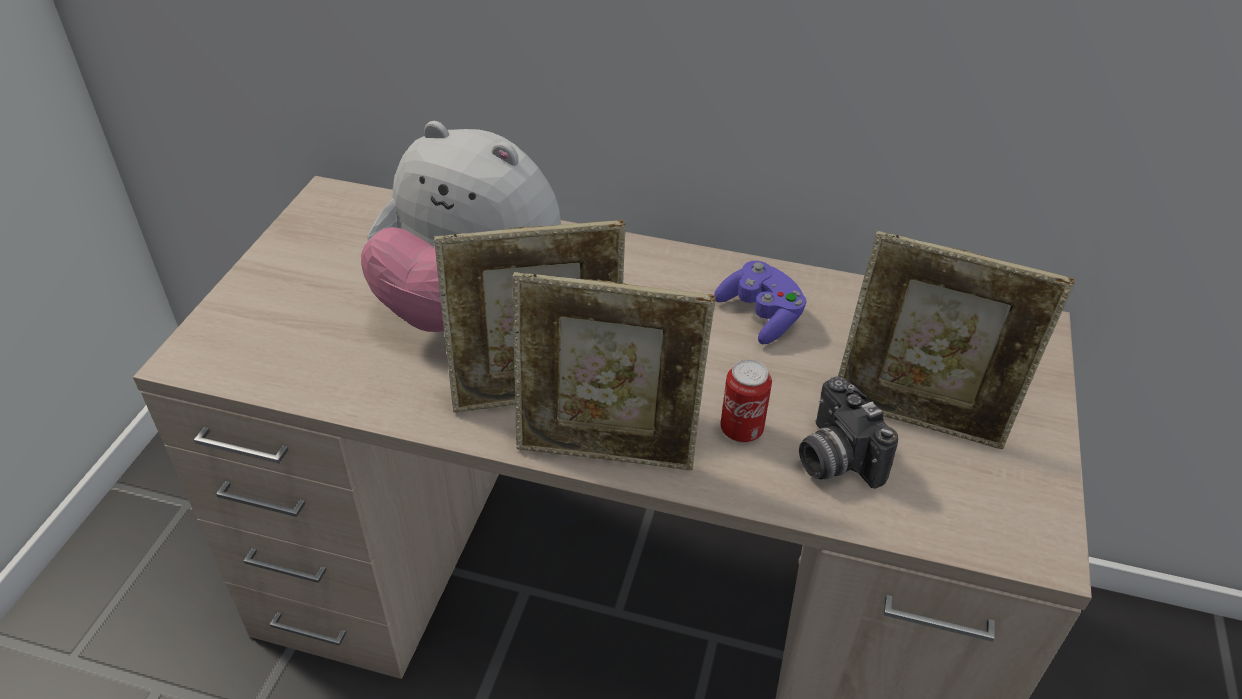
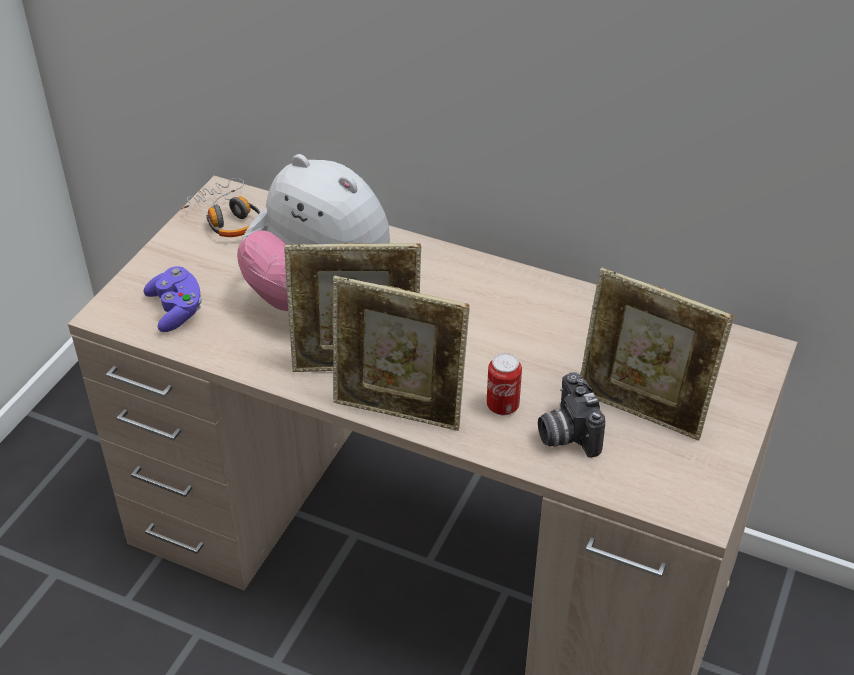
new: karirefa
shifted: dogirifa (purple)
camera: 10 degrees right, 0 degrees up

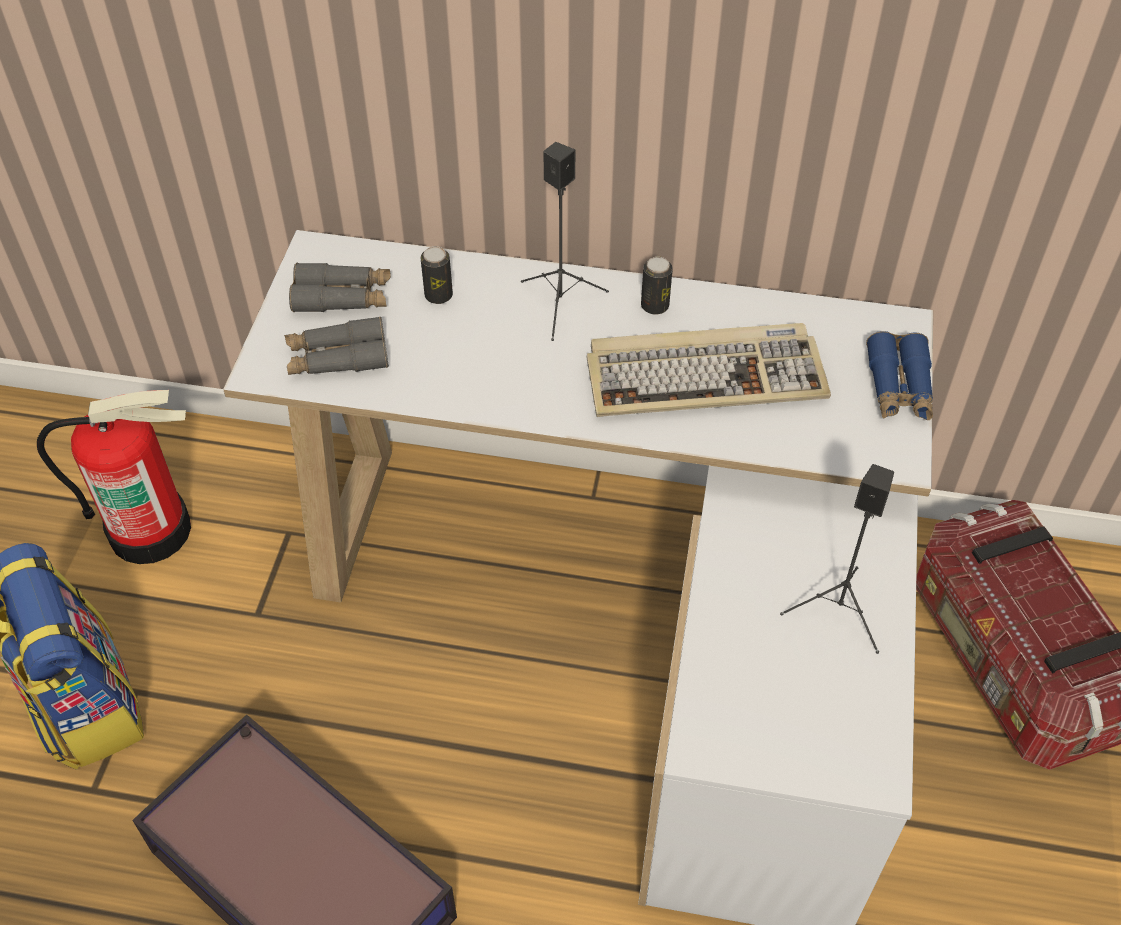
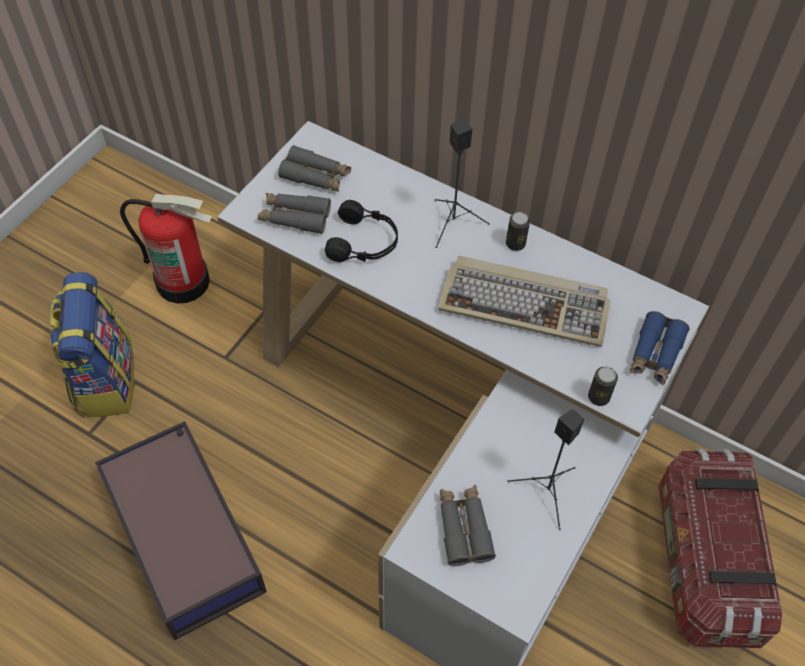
new: karirefa (black); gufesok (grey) (no. 3 from left)
shifted: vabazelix (no. 1 from left in the first image) to vabazelix (no. 2 from left)
camera: 20 degrees right, 5 degrees up

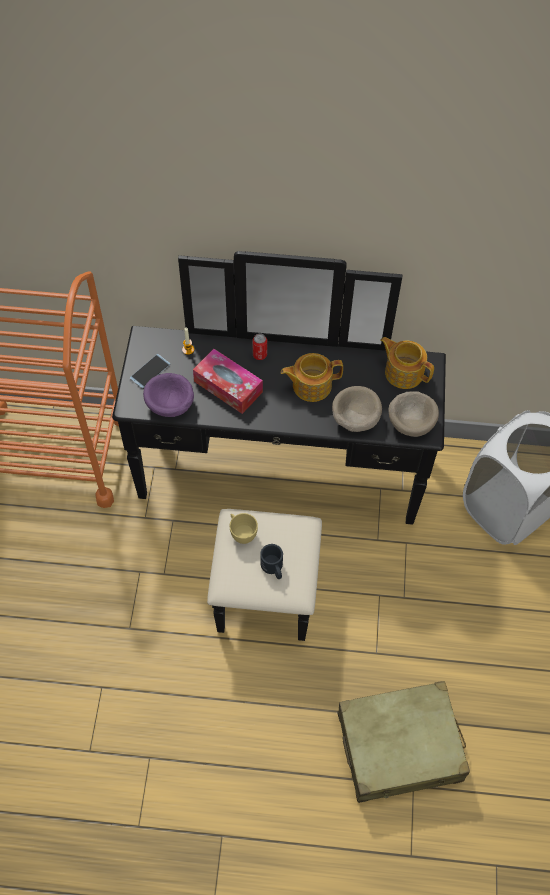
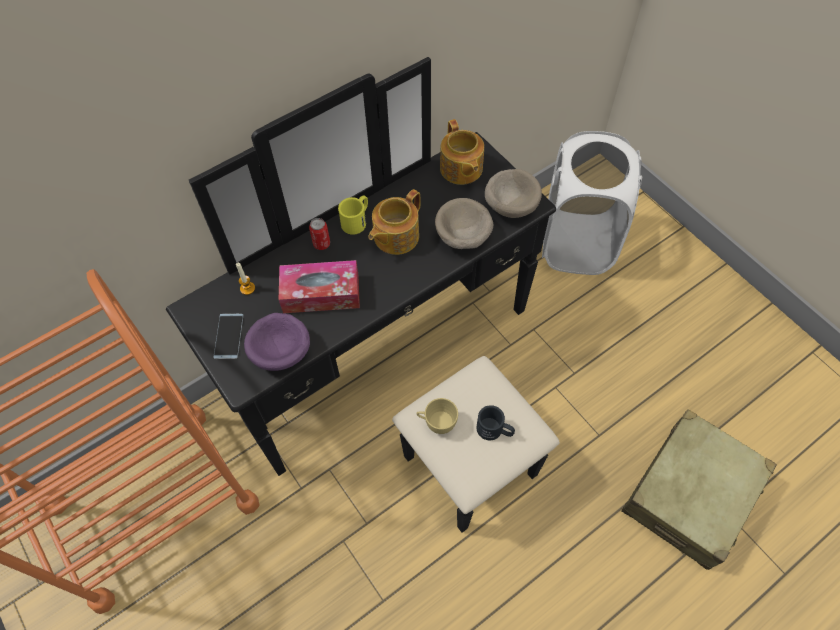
new: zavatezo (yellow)
rotated: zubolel (no. 2 from left) 105 degrees counterclockwise
camera: 40 degrees left, 0 degrees up

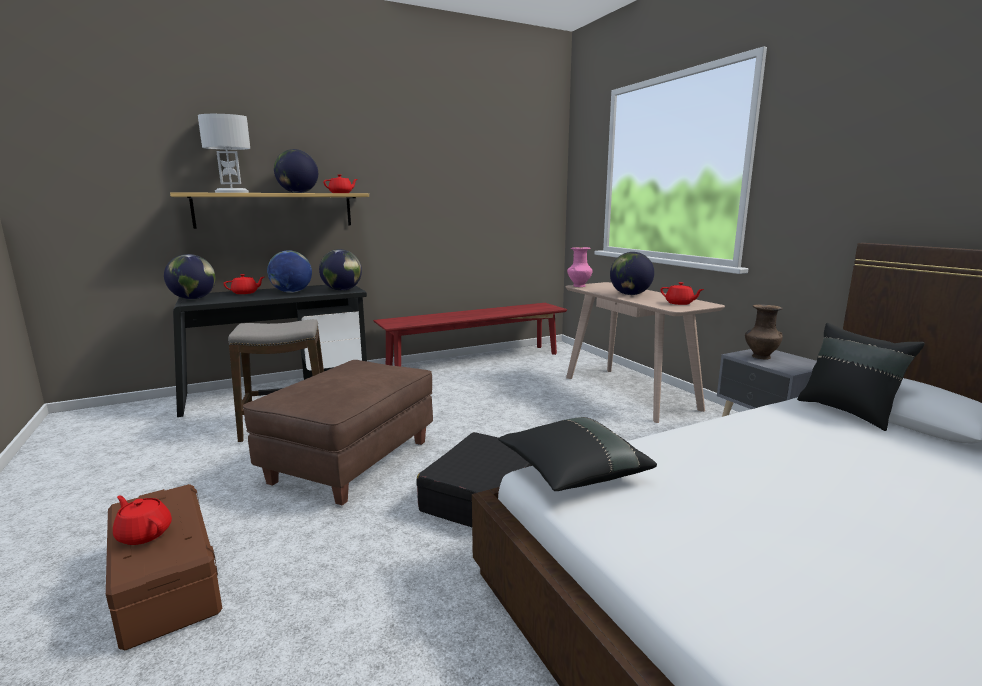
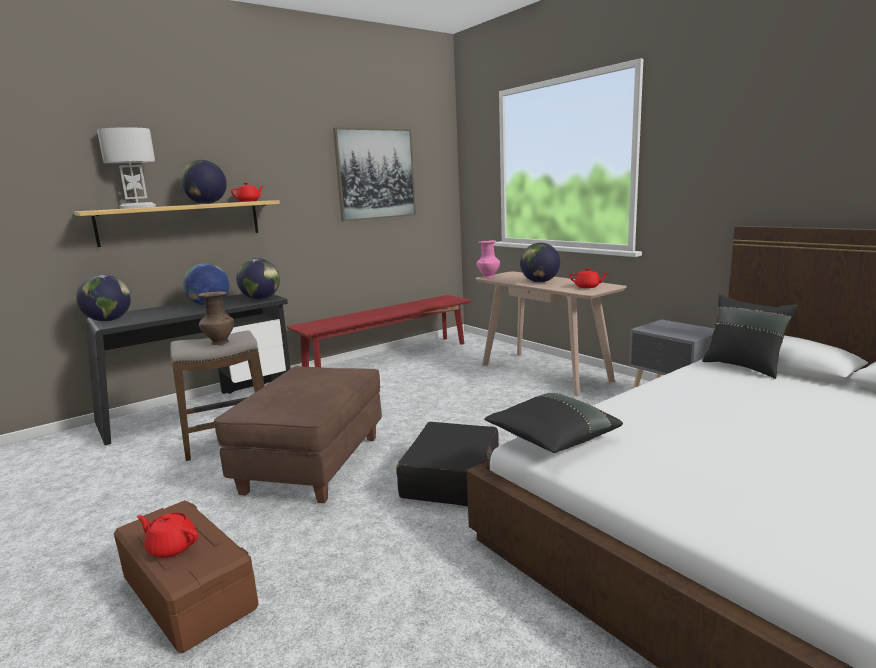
gone: zubolel (red) (no. 2 from left)
new: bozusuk
shifted: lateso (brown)
camera: 10 degrees left, 0 degrees up

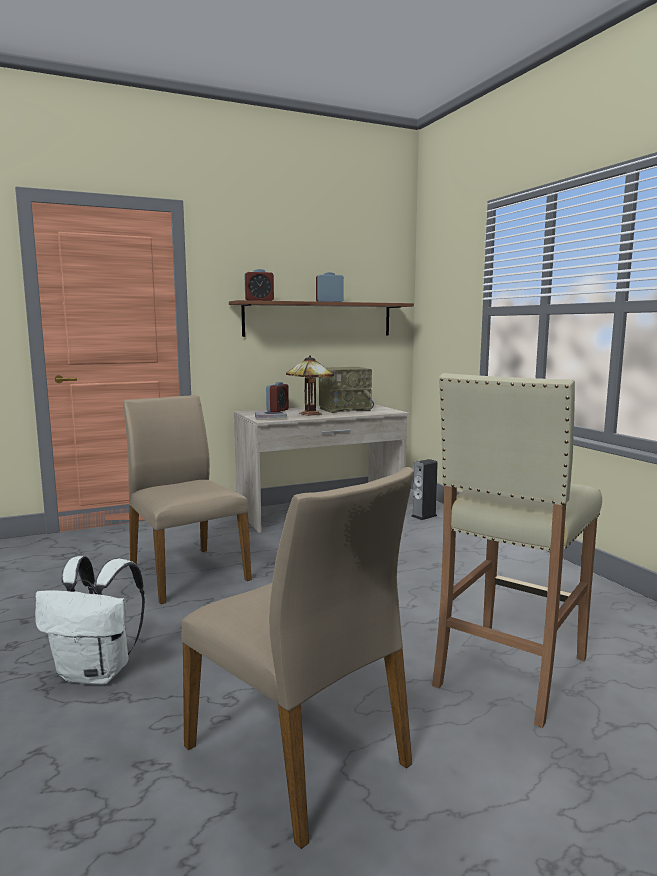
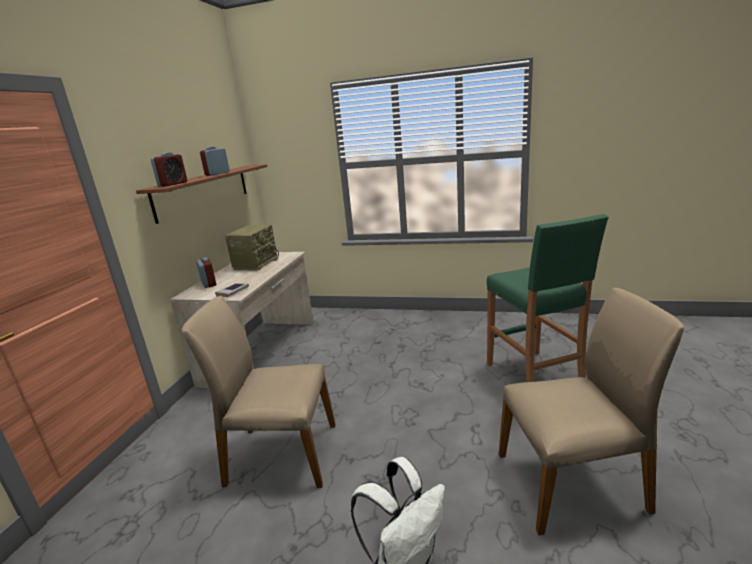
gone: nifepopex; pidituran
repainted: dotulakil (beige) to dotulakil (green)
camera: 50 degrees left, 10 degrees up

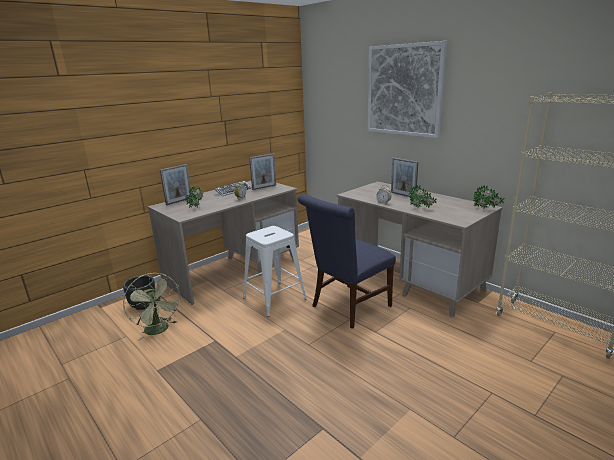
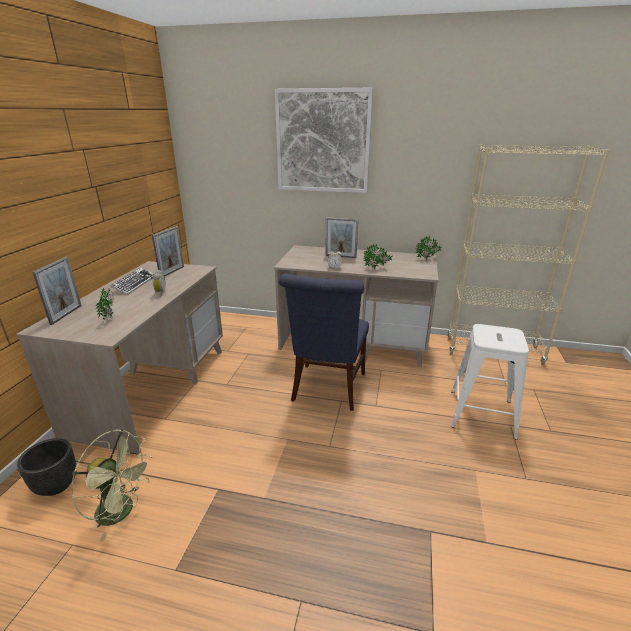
shifted: dotulakil (white)
camera: 35 degrees left, 5 degrees up

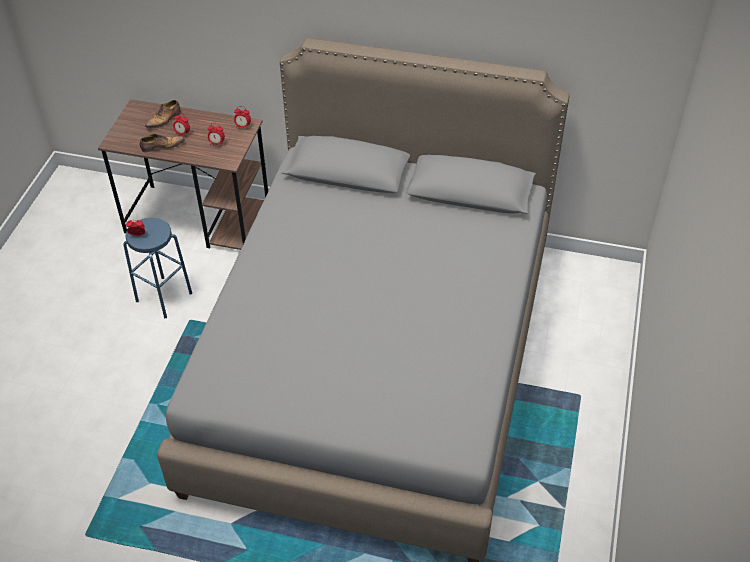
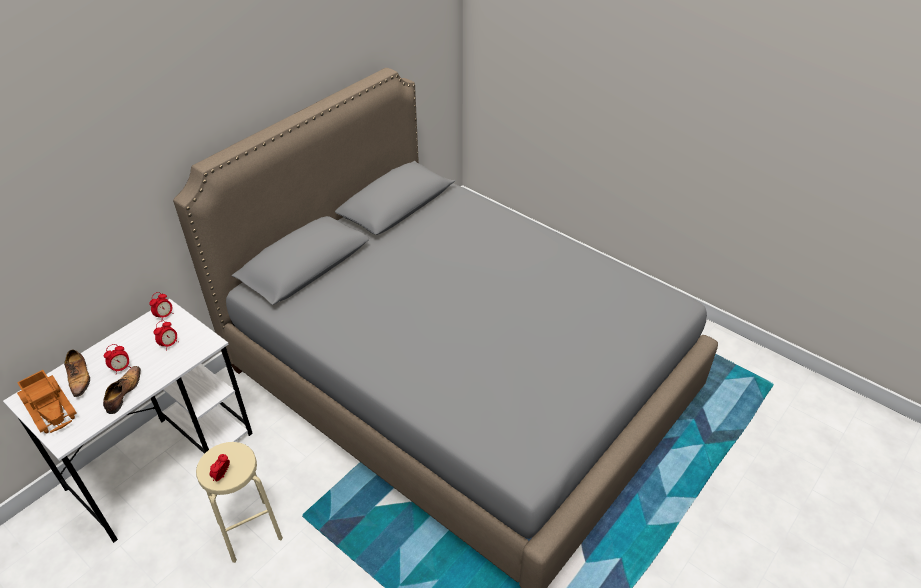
new: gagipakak
repainted: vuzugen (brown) to vuzugen (white); dotulakil (blue) to dotulakil (beige)
camera: 65 degrees left, 5 degrees down

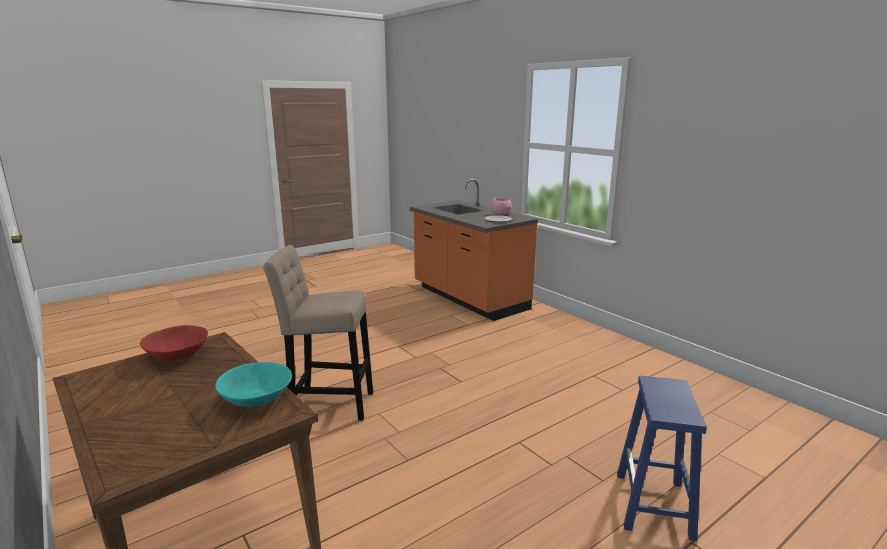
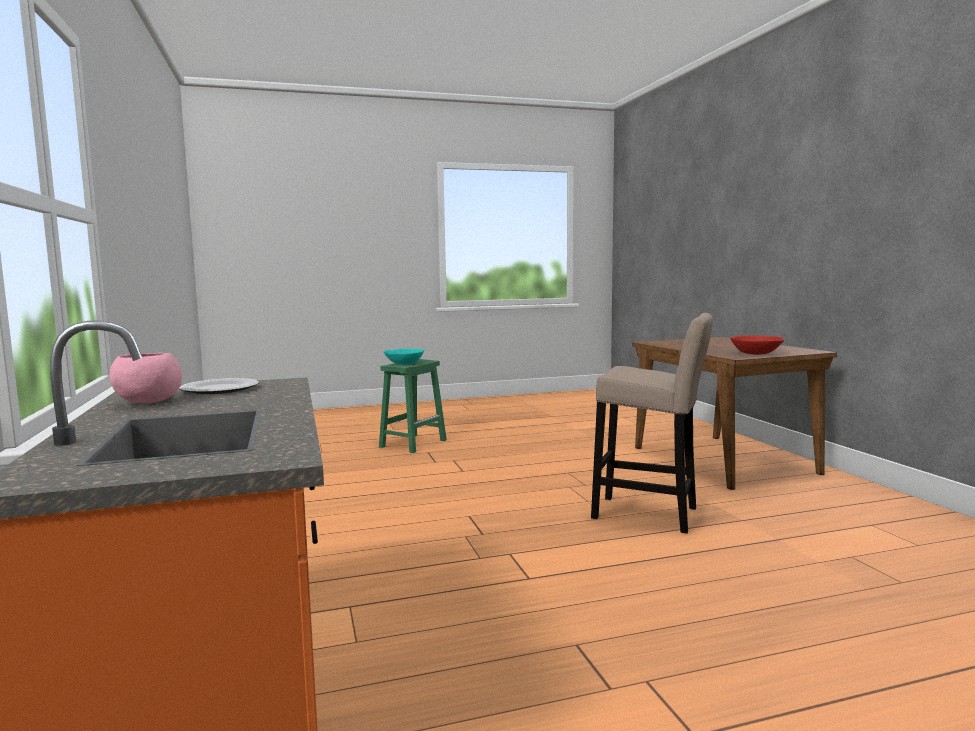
shifted: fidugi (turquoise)
repainted: dotulakil (blue) to dotulakil (green)
camera: 160 degrees left, 10 degrees down

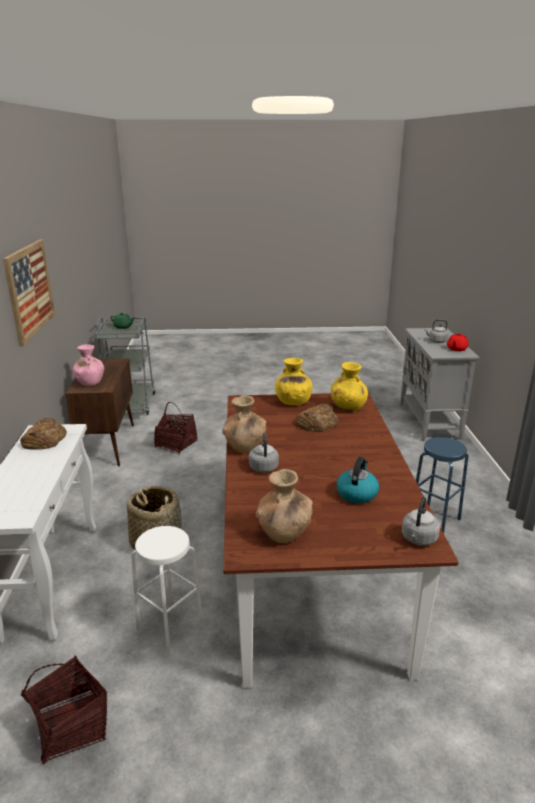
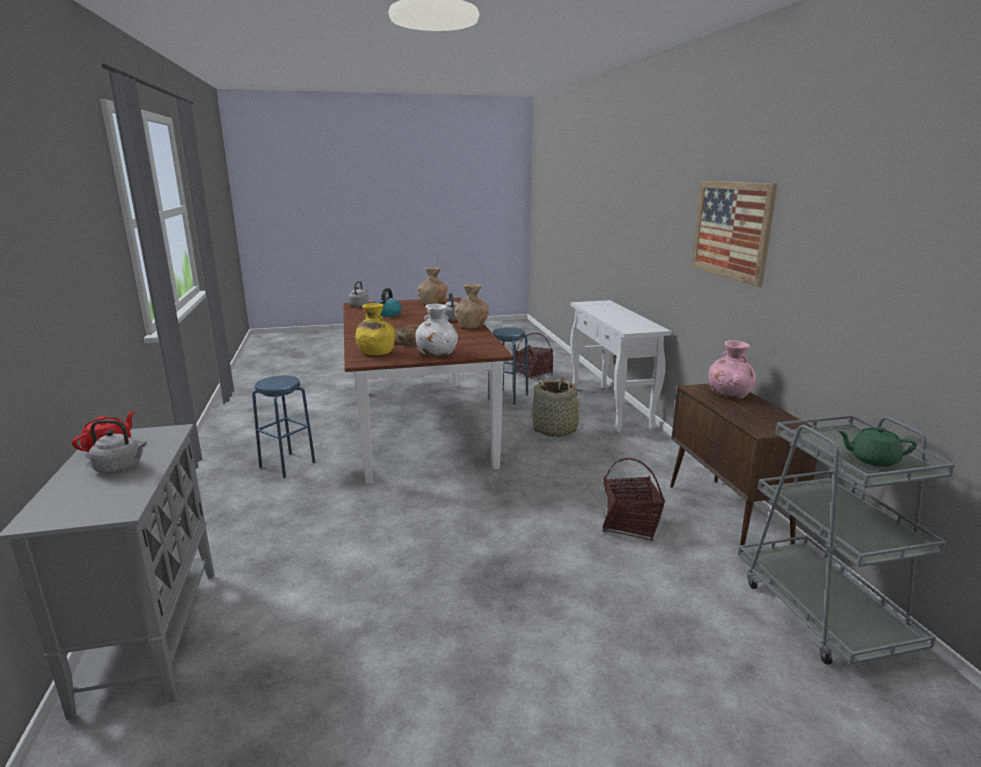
gone: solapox (no. 1 from left)
repainted: lateso (yellow) (no. 1 from left) to lateso (white); dotulakil (white) to dotulakil (blue) (no. 2 from left)
camera: 170 degrees right, 5 degrees down

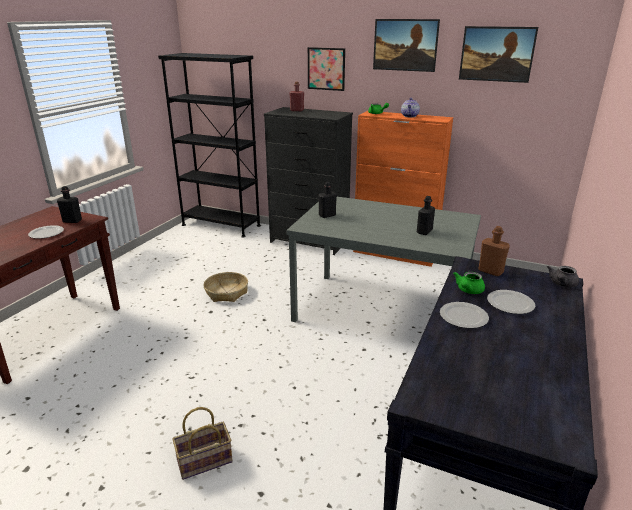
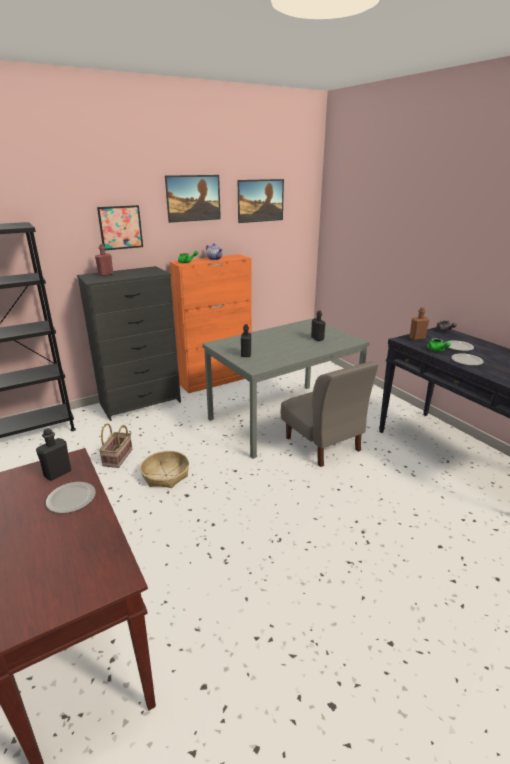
new: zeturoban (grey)
shifted: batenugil (no. 1 from left)
camera: 55 degrees left, 0 degrees up

